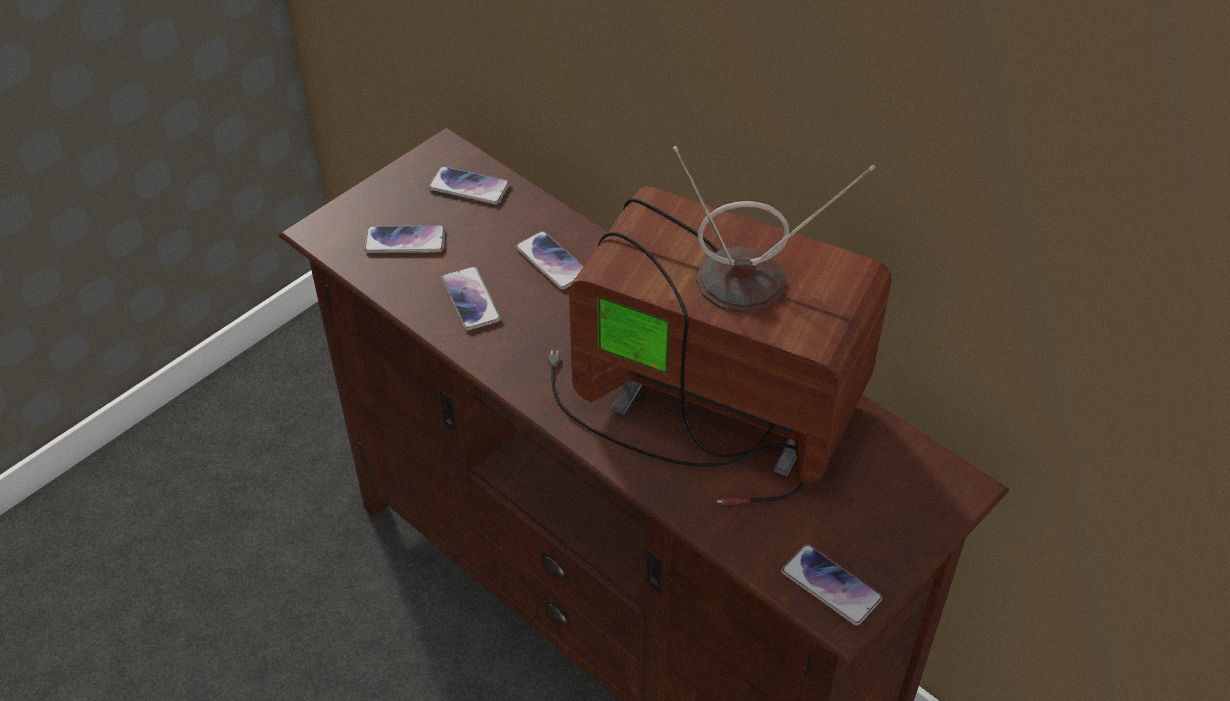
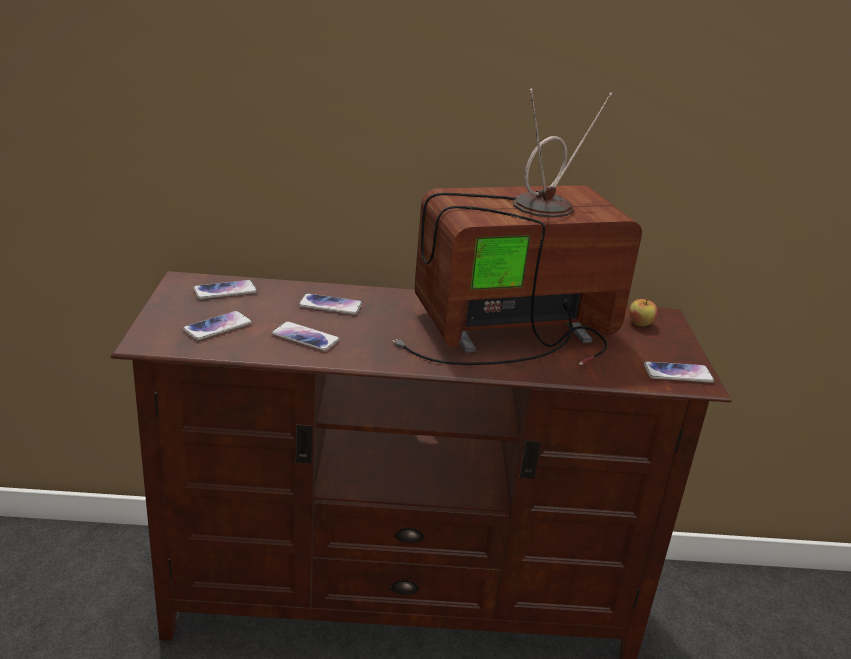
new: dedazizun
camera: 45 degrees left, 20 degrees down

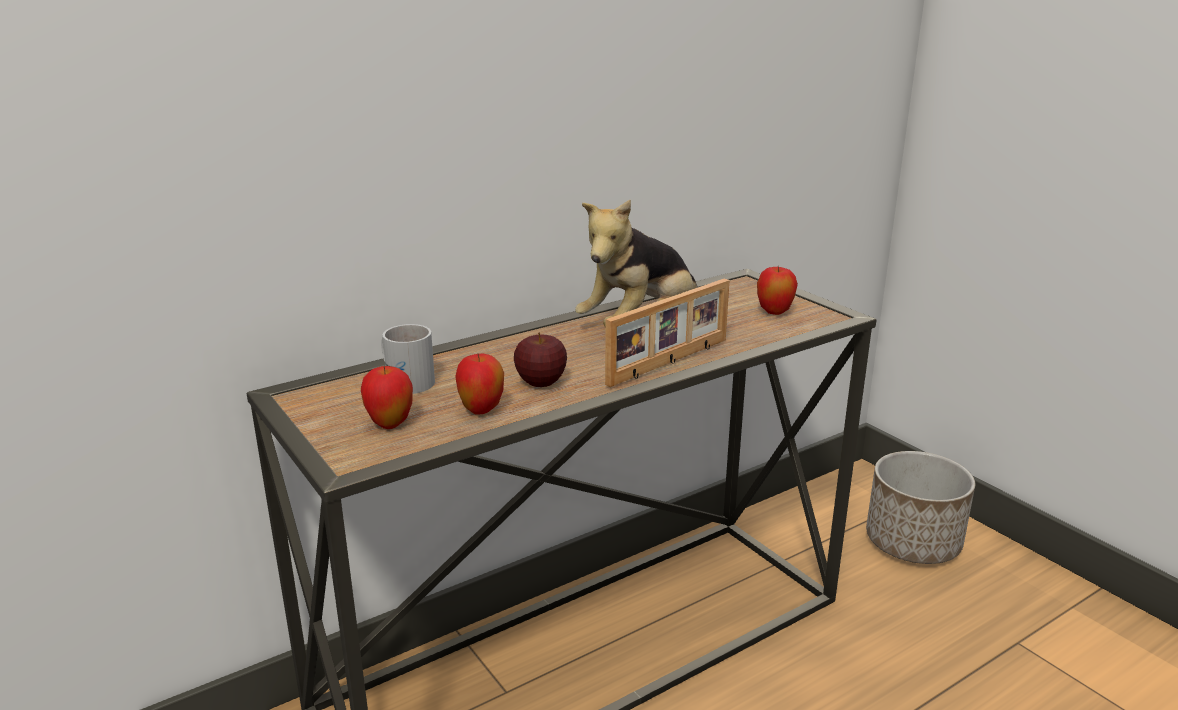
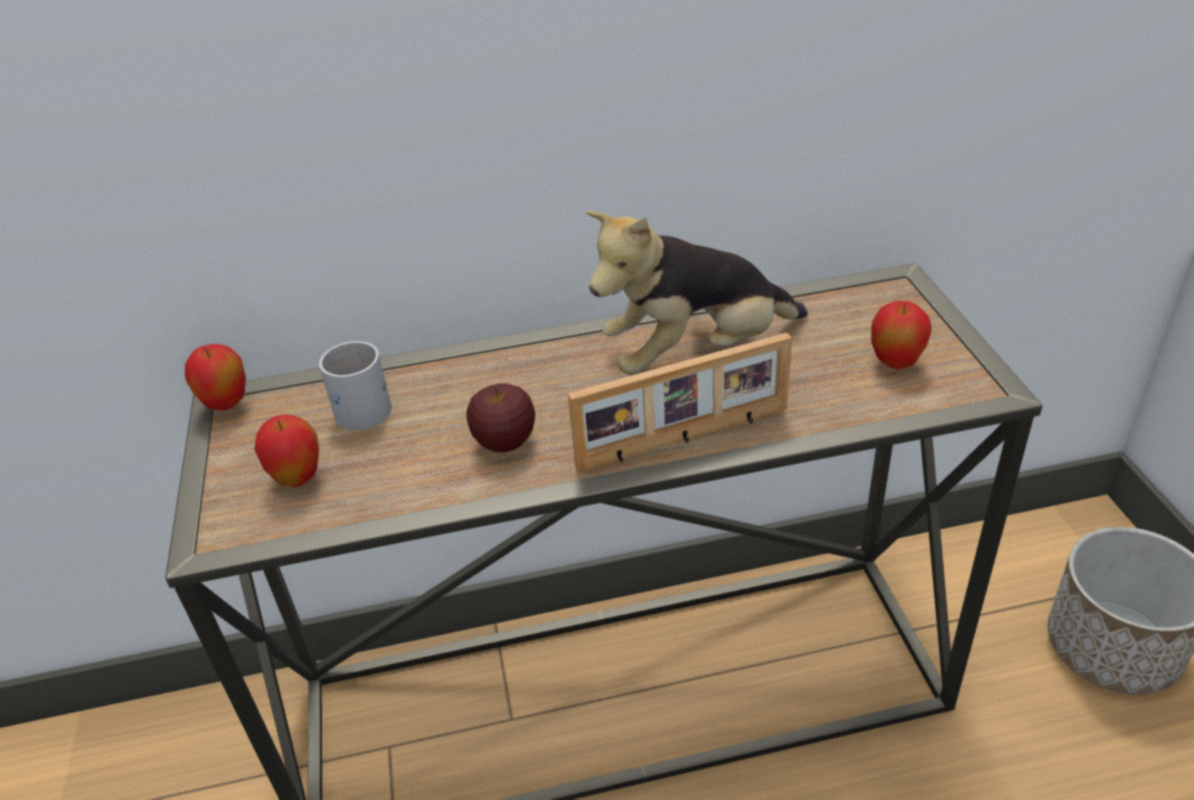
shifted: dedazizun (no. 2 from left in the first image) to dedazizun (no. 1 from left)
camera: 25 degrees right, 15 degrees up

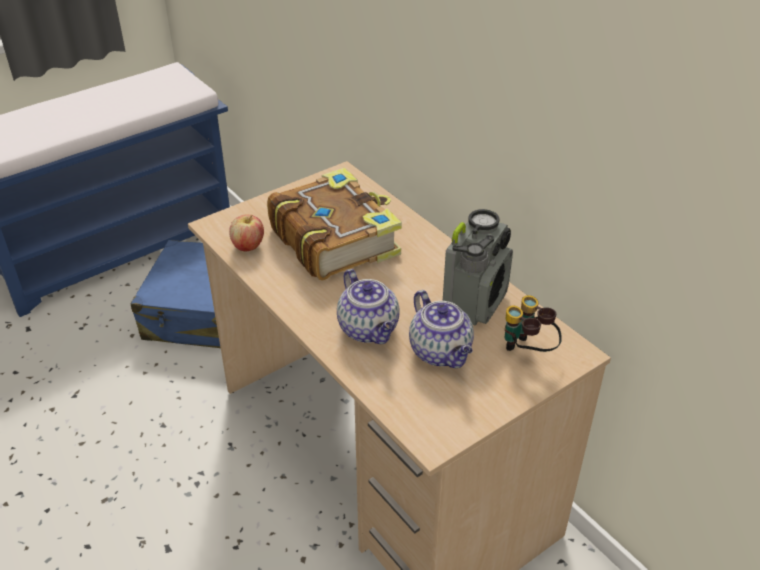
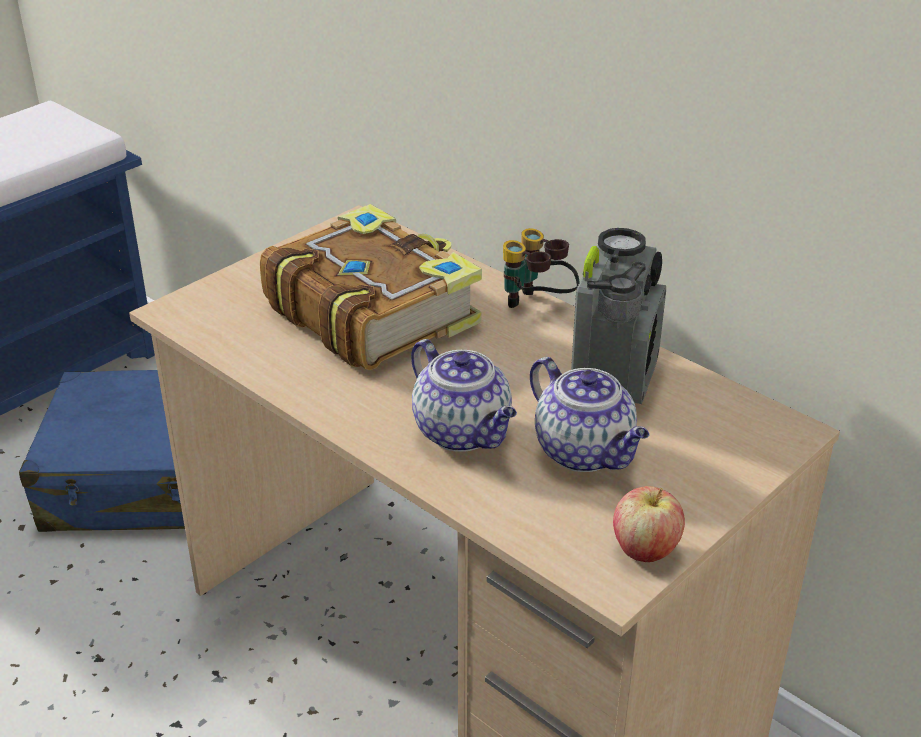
shifted: dedazizun; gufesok
camera: 10 degrees left, 5 degrees down

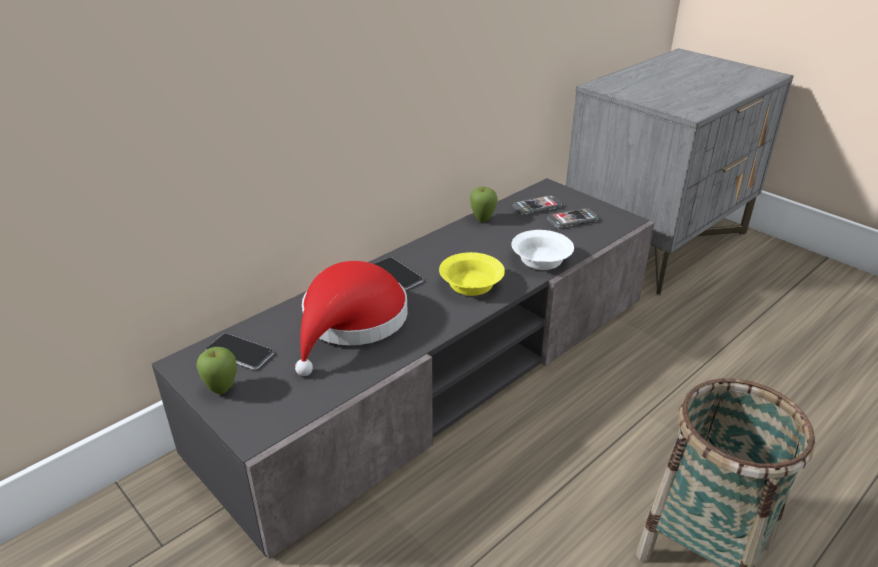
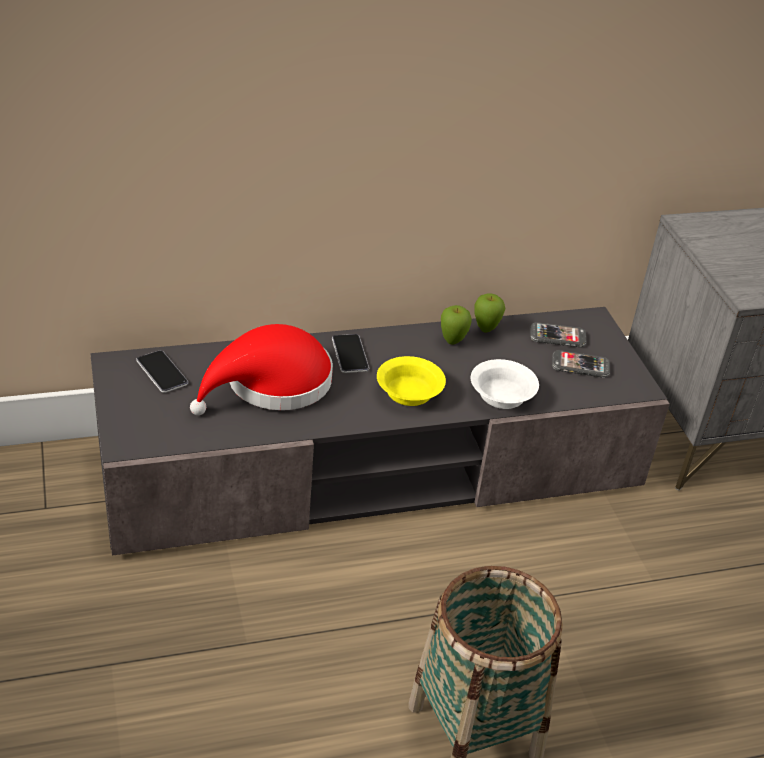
shifted: dedazizun (no. 1 from left)
camera: 25 degrees right, 5 degrees up

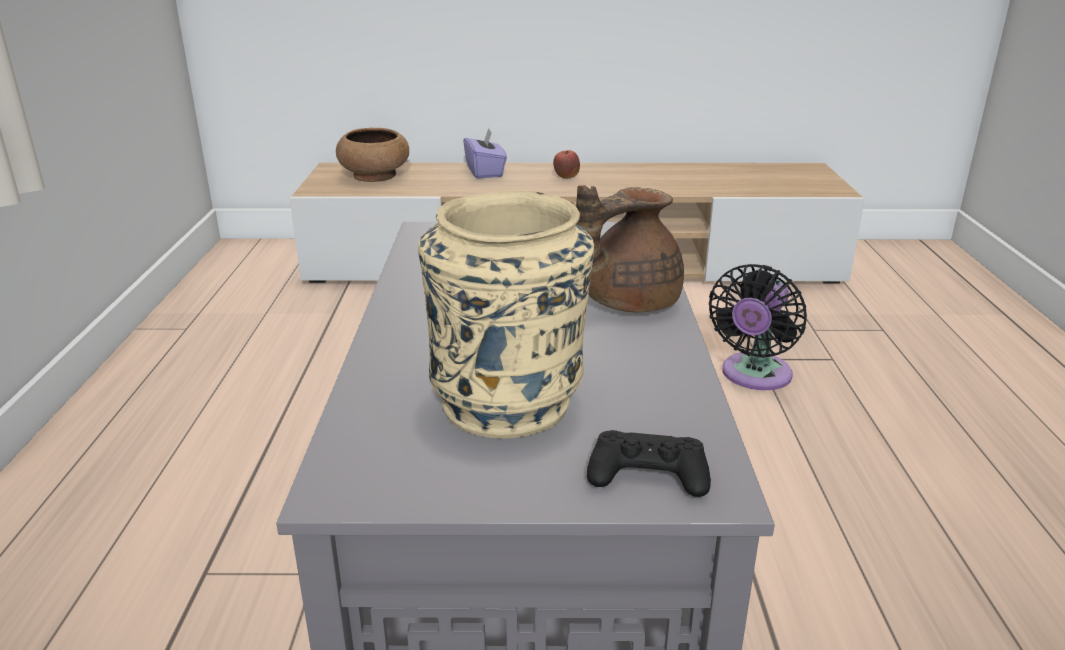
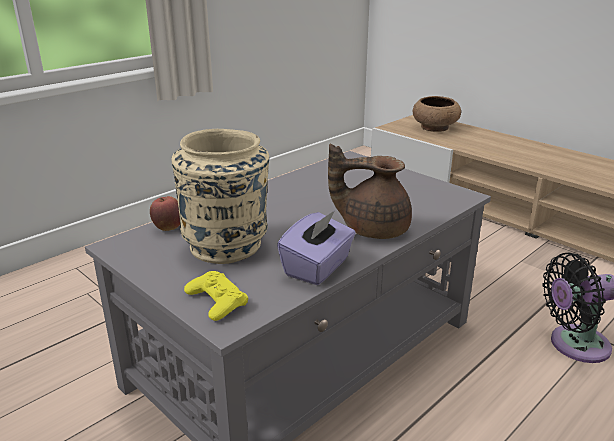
shifted: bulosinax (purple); dedazizun
repainted: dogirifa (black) to dogirifa (yellow)
camera: 45 degrees right, 0 degrees up

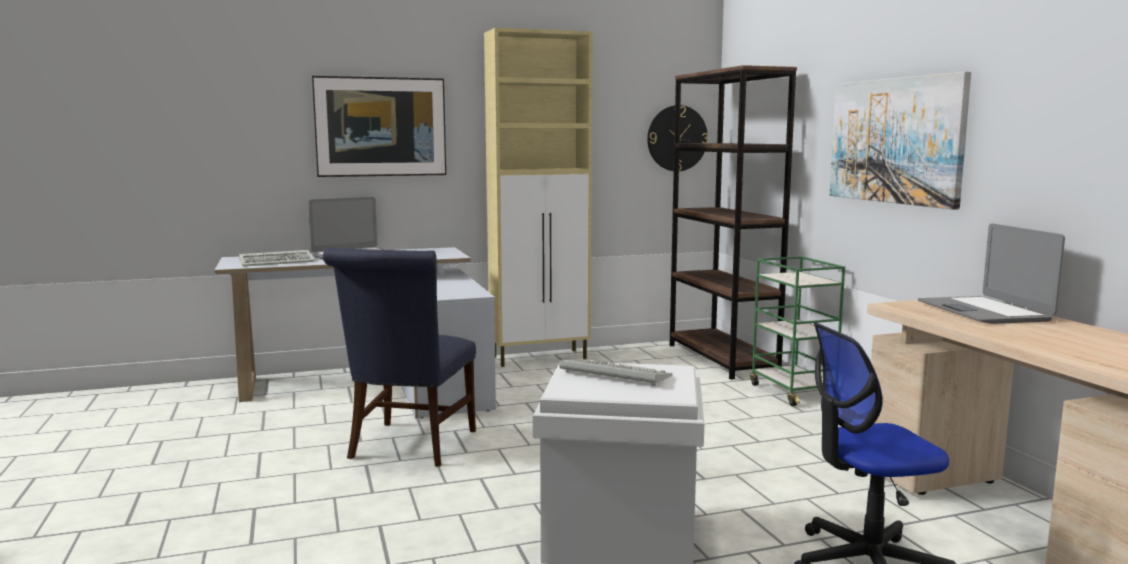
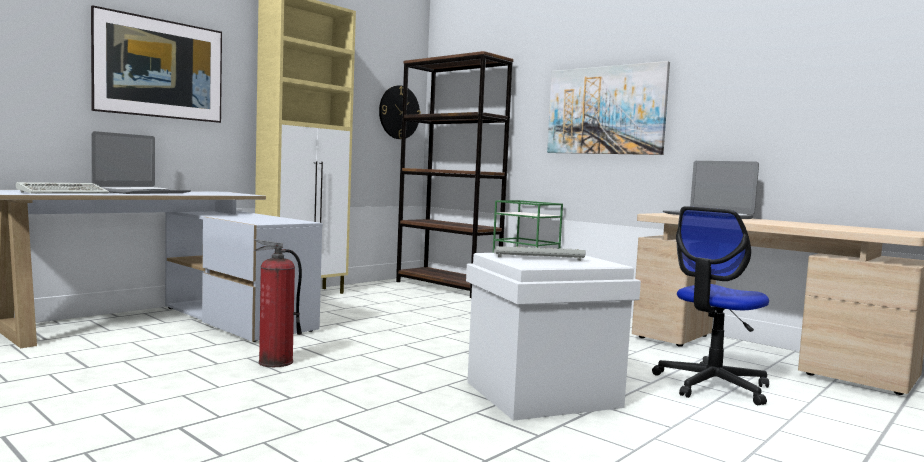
swapped: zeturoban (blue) to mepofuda
camera: 30 degrees left, 5 degrees down

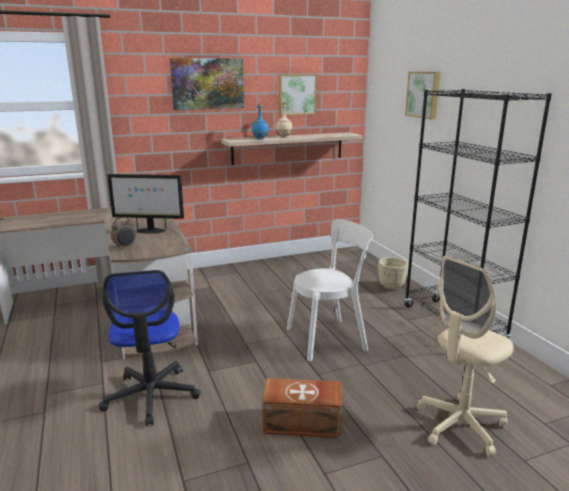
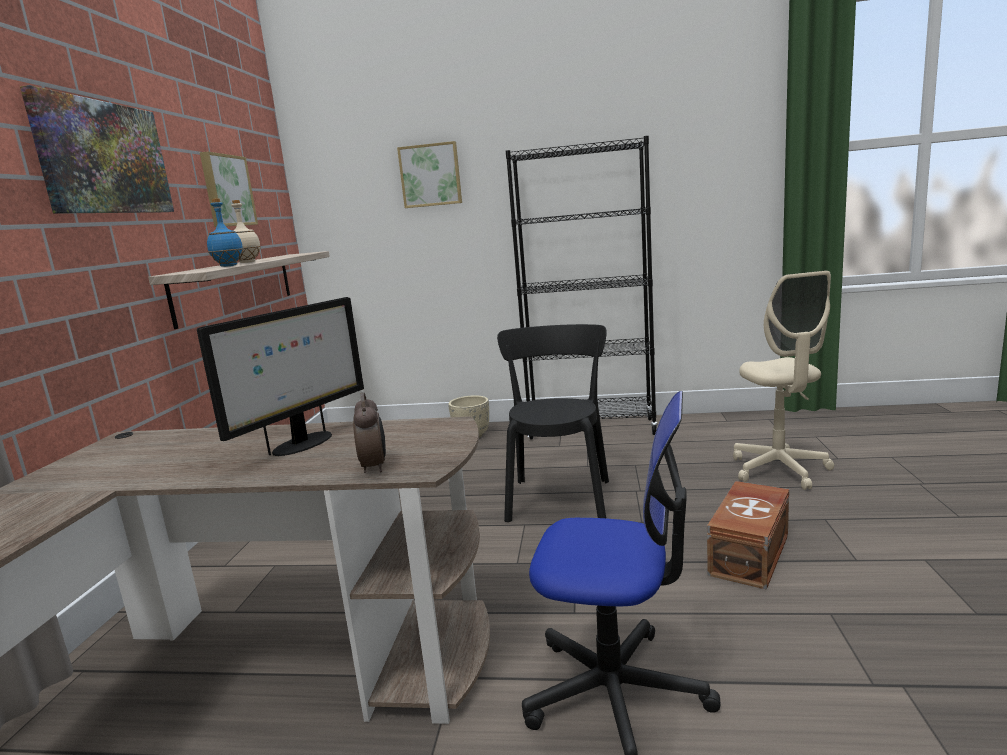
repainted: zeturoban (white) to zeturoban (black)
camera: 60 degrees left, 5 degrees down

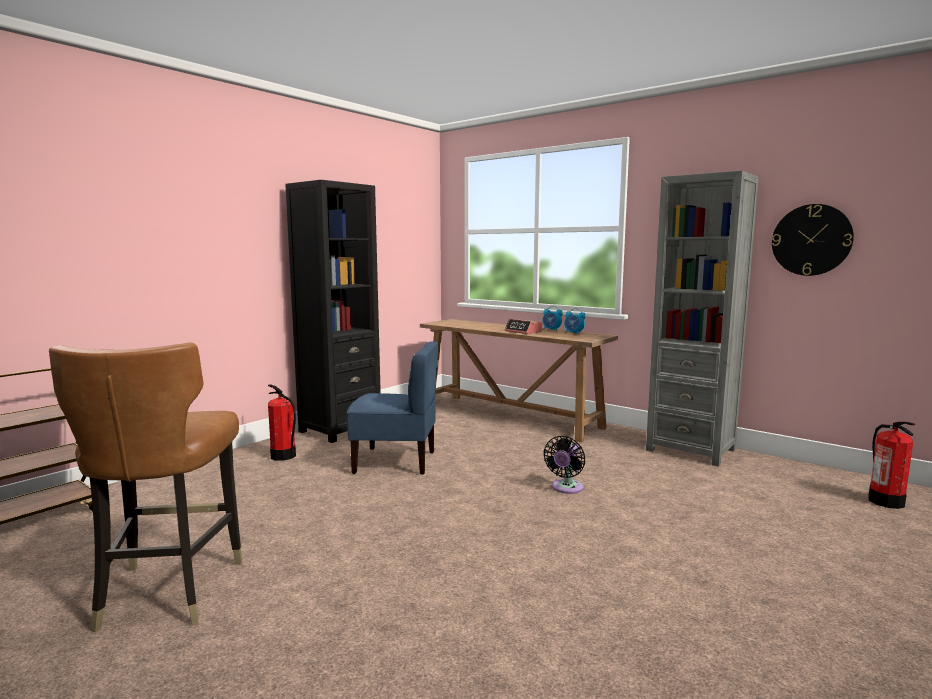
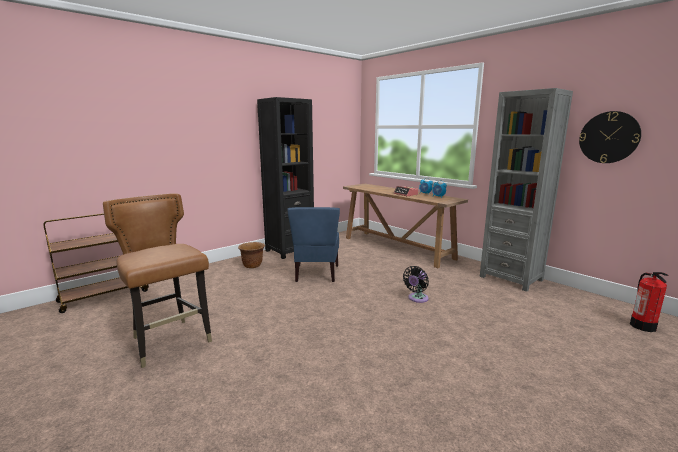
swapped: mepofuda (no. 1 from left) to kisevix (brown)
rotated: zeturoban (blue) 75 degrees clockwise; zeturoban (brown) 135 degrees clockwise
camera: 10 degrees right, 5 degrees up

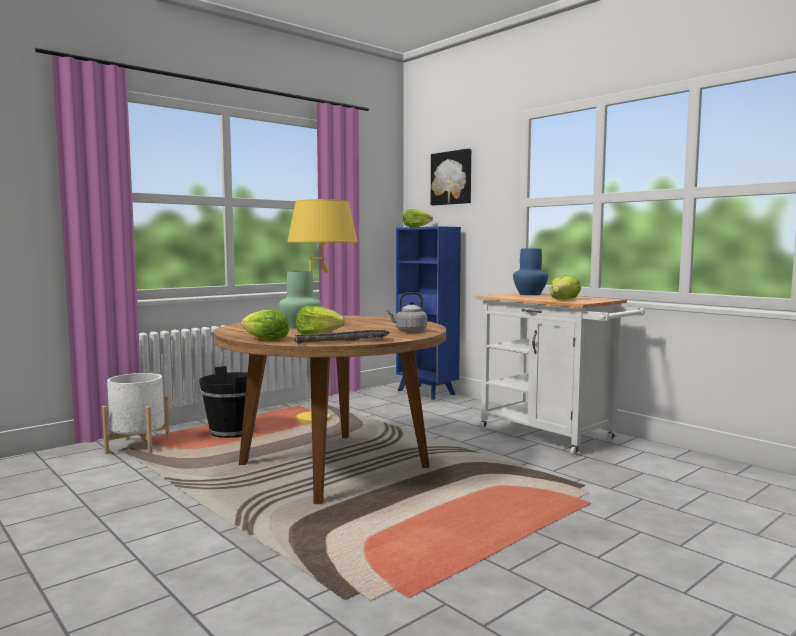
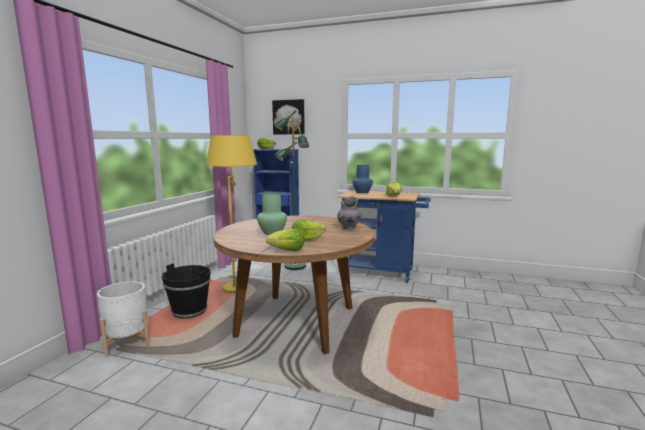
gone: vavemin
new: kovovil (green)
swapped: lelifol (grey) to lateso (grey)
repainted: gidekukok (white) to gidekukok (blue)
camera: 30 degrees left, 5 degrees up

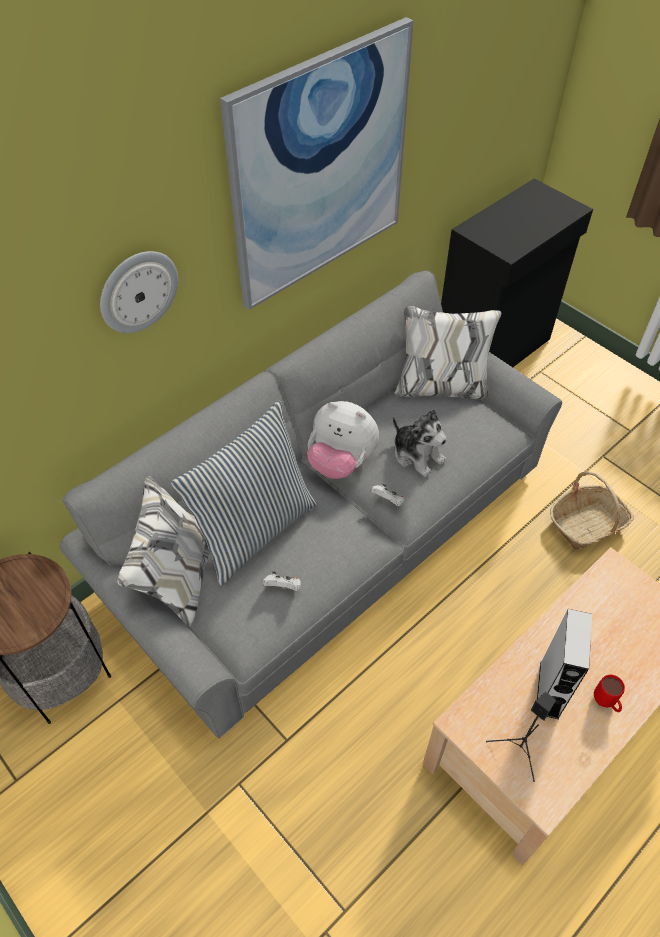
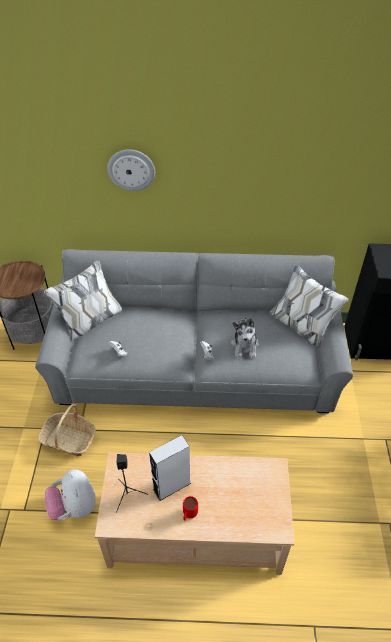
gone: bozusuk; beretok
shifted: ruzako (no. 1 from left); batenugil
camera: 45 degrees right, 5 degrees down

